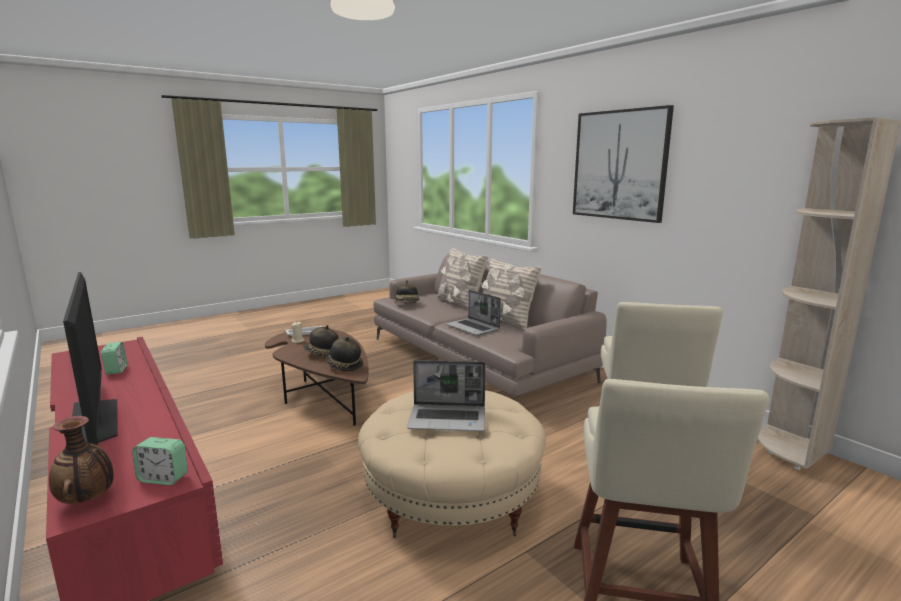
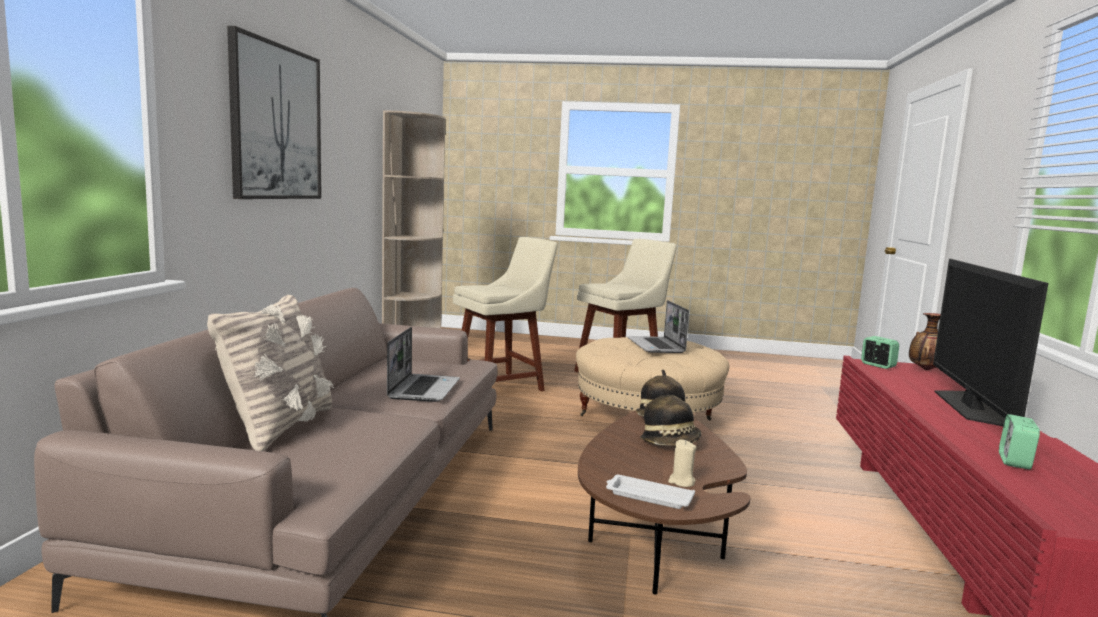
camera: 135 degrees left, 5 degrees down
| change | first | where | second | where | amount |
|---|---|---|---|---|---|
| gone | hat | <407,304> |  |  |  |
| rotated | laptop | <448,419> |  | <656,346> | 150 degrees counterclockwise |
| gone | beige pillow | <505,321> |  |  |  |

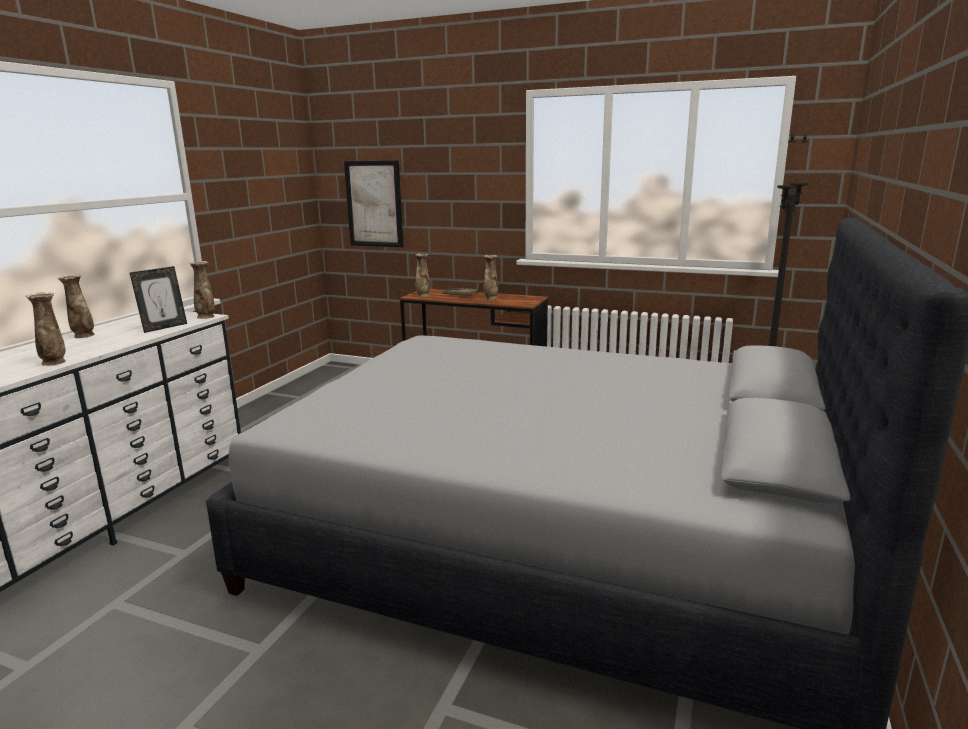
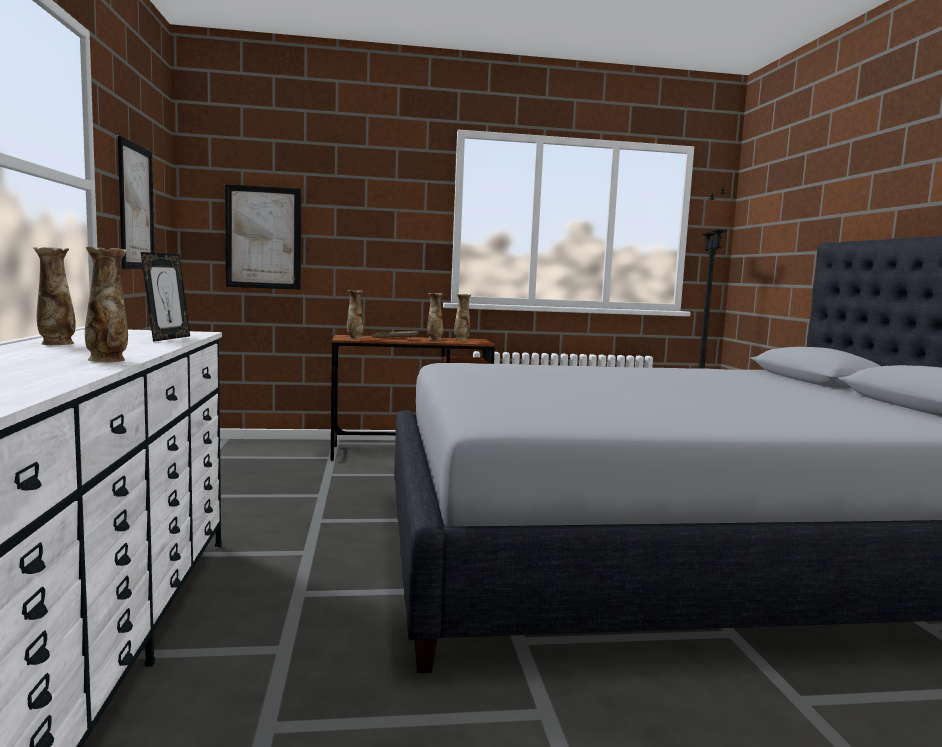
camera: 30 degrees left, 10 degrees down
| change | first | where | second | where | amount |
|---|---|---|---|---|---|
| shifted | vase | <206,317> |  | <461,340> |  |
| new |  |  | picture | <136,207> |  |

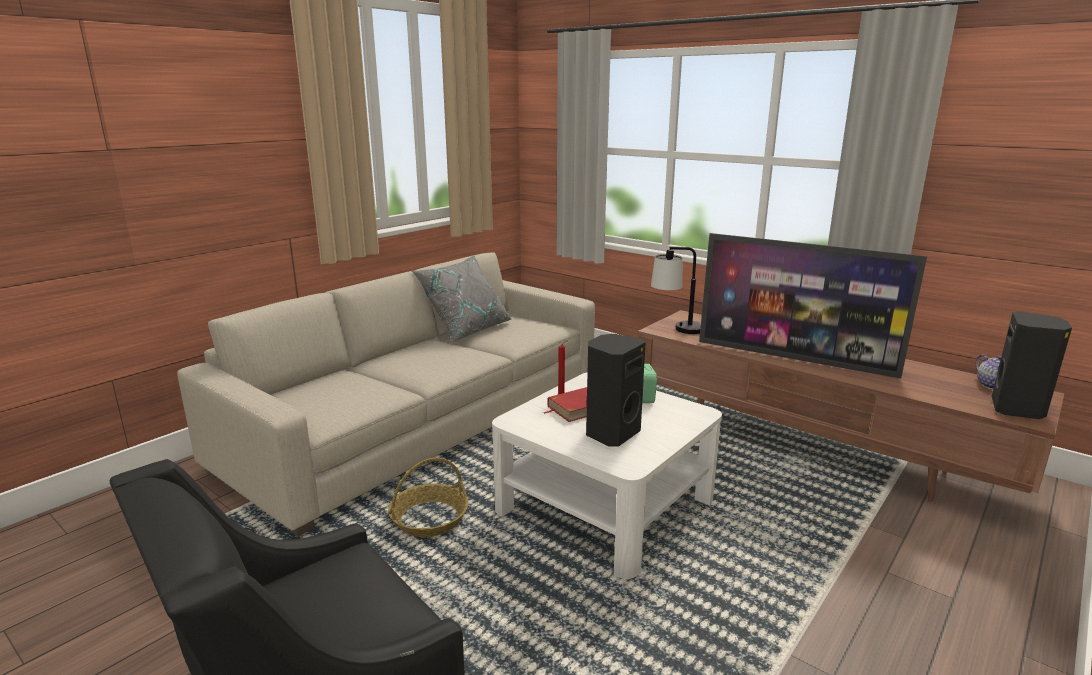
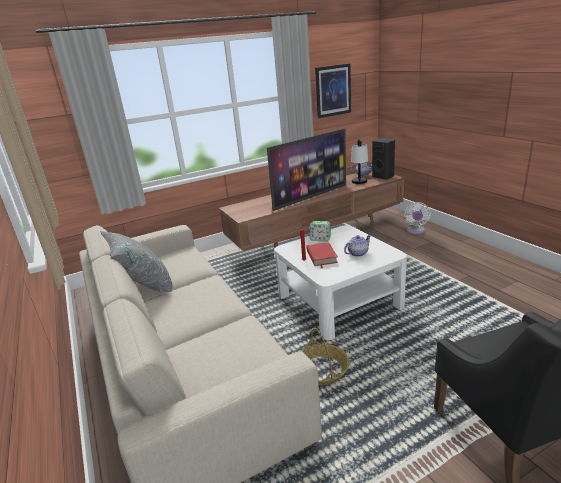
camera: 65 degrees left, 5 degrees up
| change | first | where | second | where | amount |
|---|---|---|---|---|---|
| swapped | black speaker | <611,433> | teapot | <357,253> |  |
| shifted | table lamp | <677,330> |  | <360,184> |  |
| new |  |  | picture | <333,90> |  |
| new |  |  | white fan | <415,231> |  |

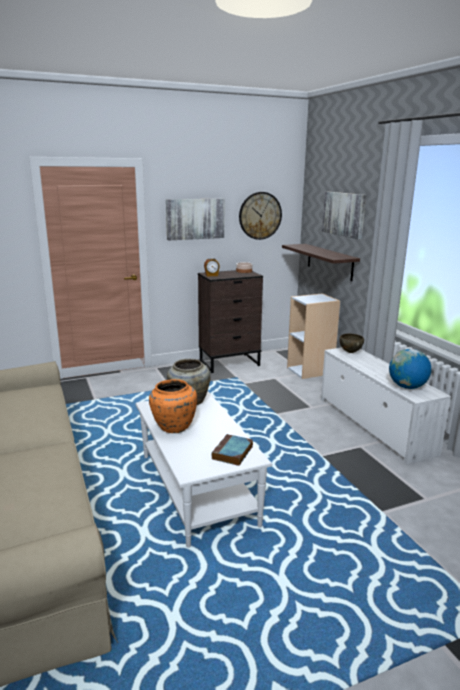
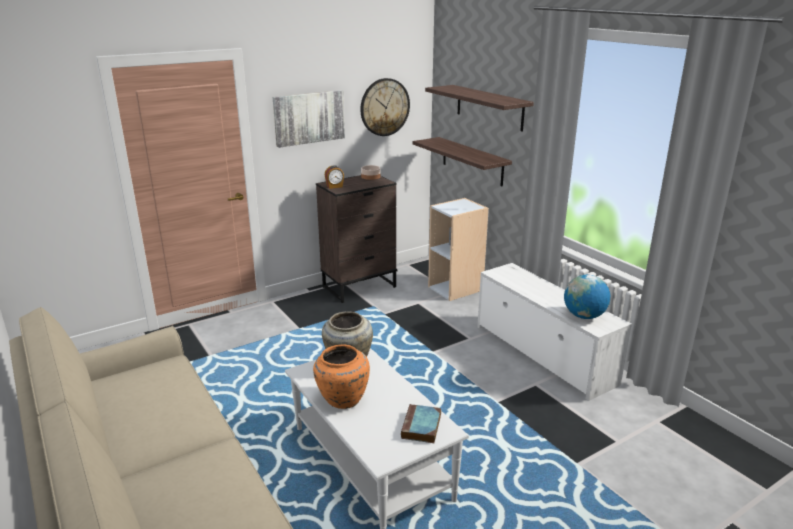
camera: 10 degrees left, 5 degrees up
| change | first | where | second | where | amount |
|---|---|---|---|---|---|
| swapped | picture | <344,214> | shelf | <489,107> |  |
| gone | brown bowl | <350,352> |  |  |  |

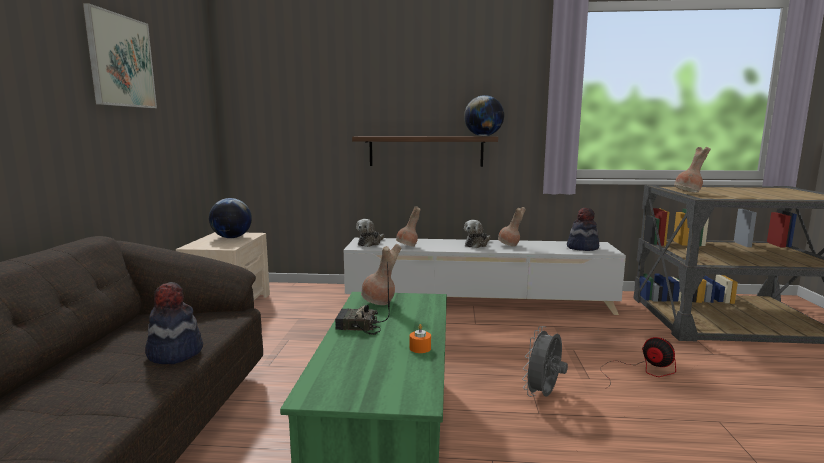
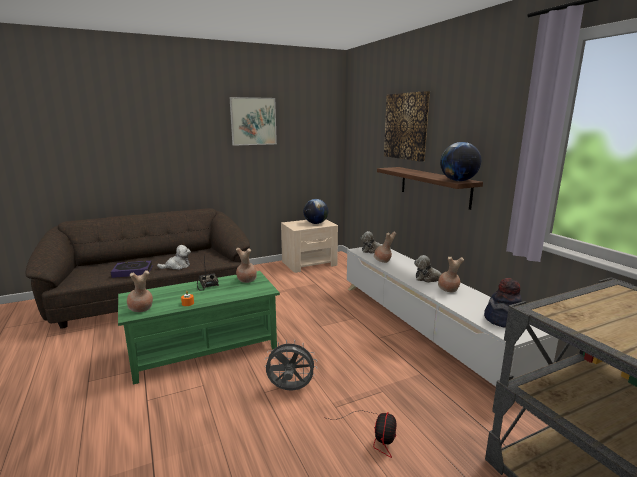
camera: 60 degrees right, 5 degrees up
| change | first | where | second | where | amount |
|---|---|---|---|---|---|
| swapped | hat | <174,353> | plush toy | <177,266> |  |
| shifted | brown vase | <688,192> |  | <141,309> |  |
| new |  |  | book | <133,271> |  |
| new |  |  | picture | <406,126> |  |

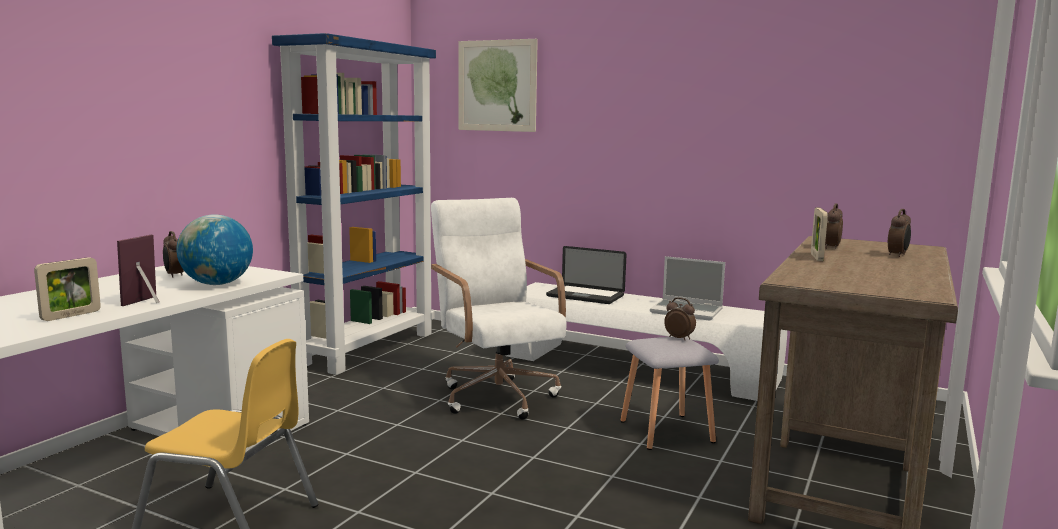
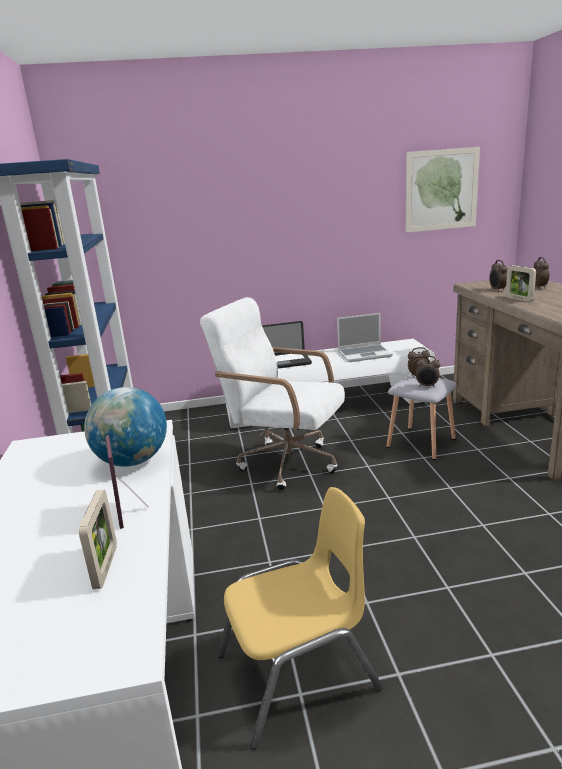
camera: 35 degrees left, 10 degrees up
| change | first | where | second | where | amount |
|---|---|---|---|---|---|
| shifted | alarm clock | <174,275> |  | <427,386> |  |
| shifted | picture | <497,86> |  | <441,190> |  |

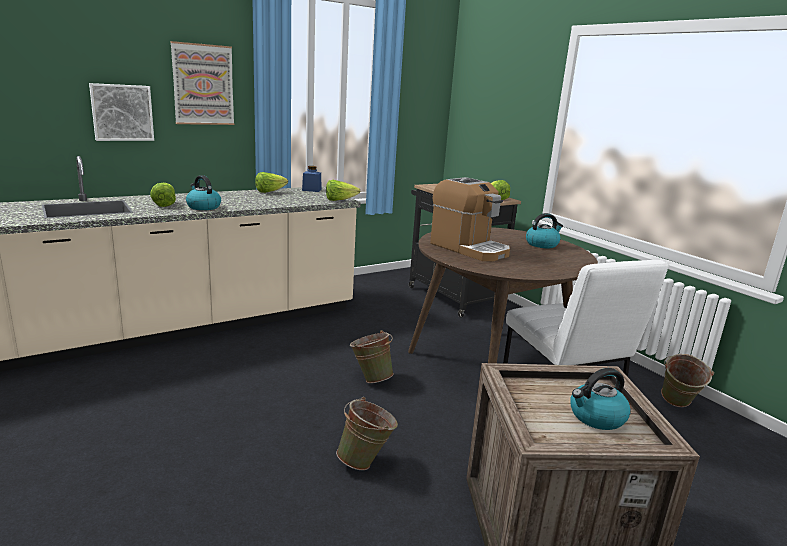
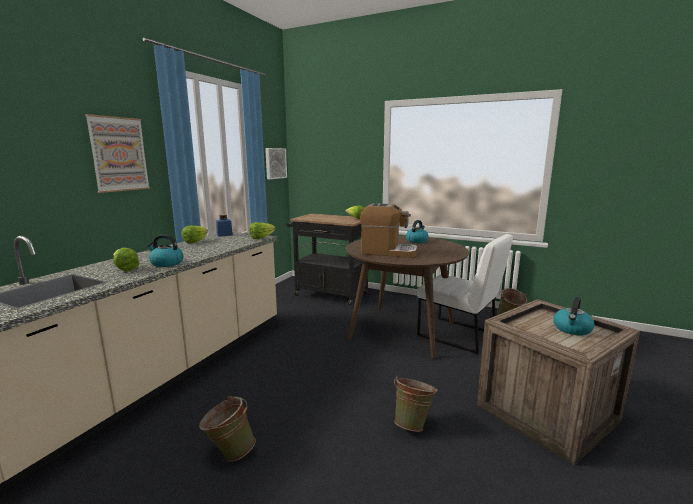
camera: 30 degrees left, 5 degrees down
| change | first | where | second | where | amount |
|---|---|---|---|---|---|
| shifted | picture | <122,112> |  | <275,163> |  |
| shifted | green bucket | <370,378> |  | <229,452> |  |

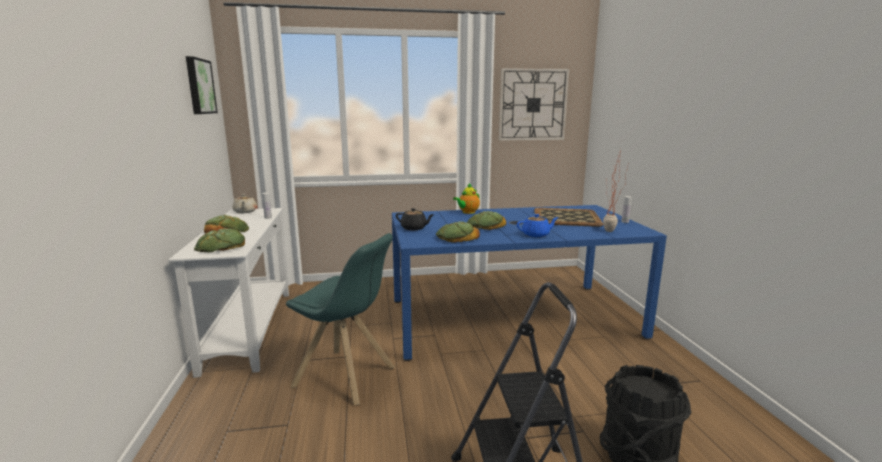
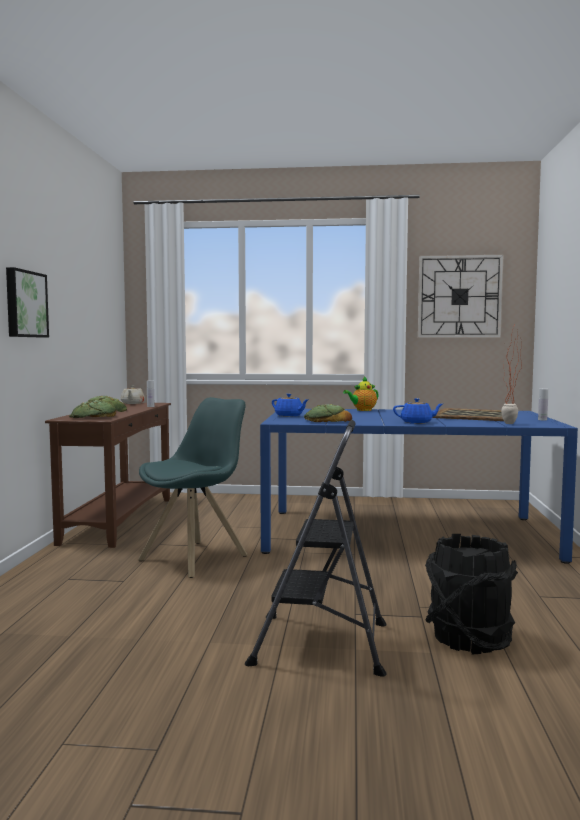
camera: 15 degrees right, 10 degrees down
| change | first | where | second | where | amount |
|---|---|---|---|---|---|
| repainted | white console table | <249,329> | brown console table | <119,520> |  |
| shifted | picture | <199,86> |  | <24,304> |  |
| rotated | turquoise chair | <345,376> |  | <195,558> | 90 degrees counterclockwise |
| repainted | black teapot | <414,228> | blue teapot | <289,416> |  |
| gone | bread | <486,225> |  |  |  |

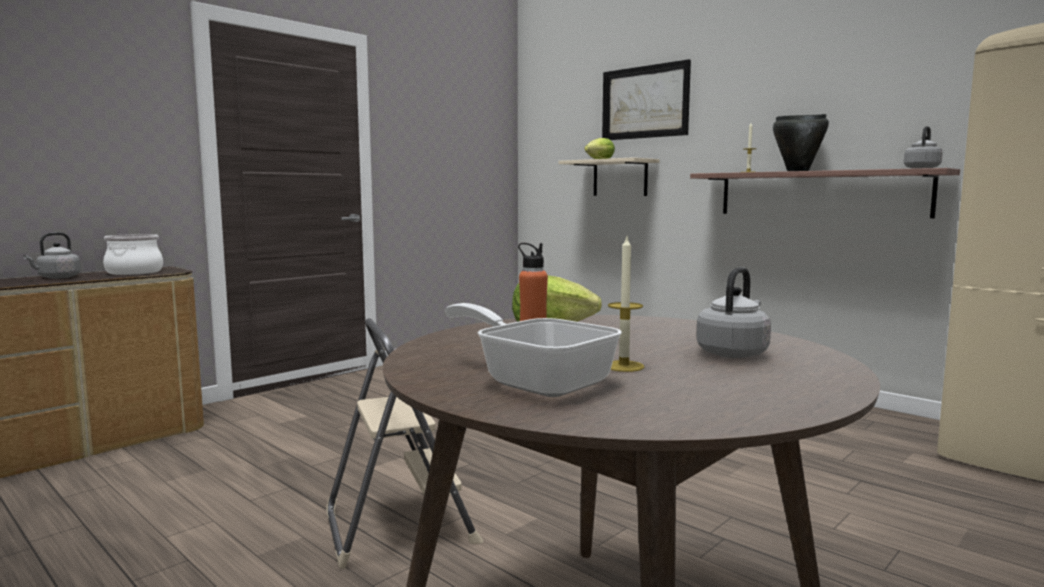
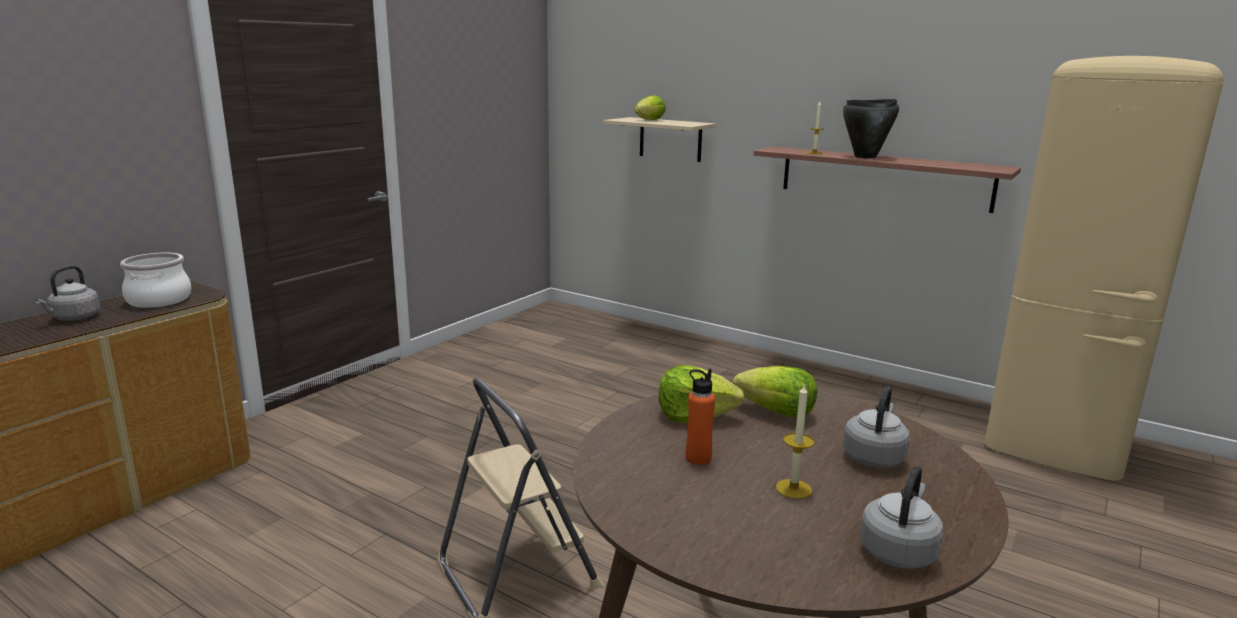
camera: 10 degrees left, 10 degrees up
| change | first | where | second | where | amount |
|---|---|---|---|---|---|
| gone | frying pan | <536,380> |  |  |  |
| gone | picture | <645,102> |  |  |  |
| shifted | grey kettle | <922,168> |  | <899,551> |  |
| new |  |  | lettuce | <777,413> |  |

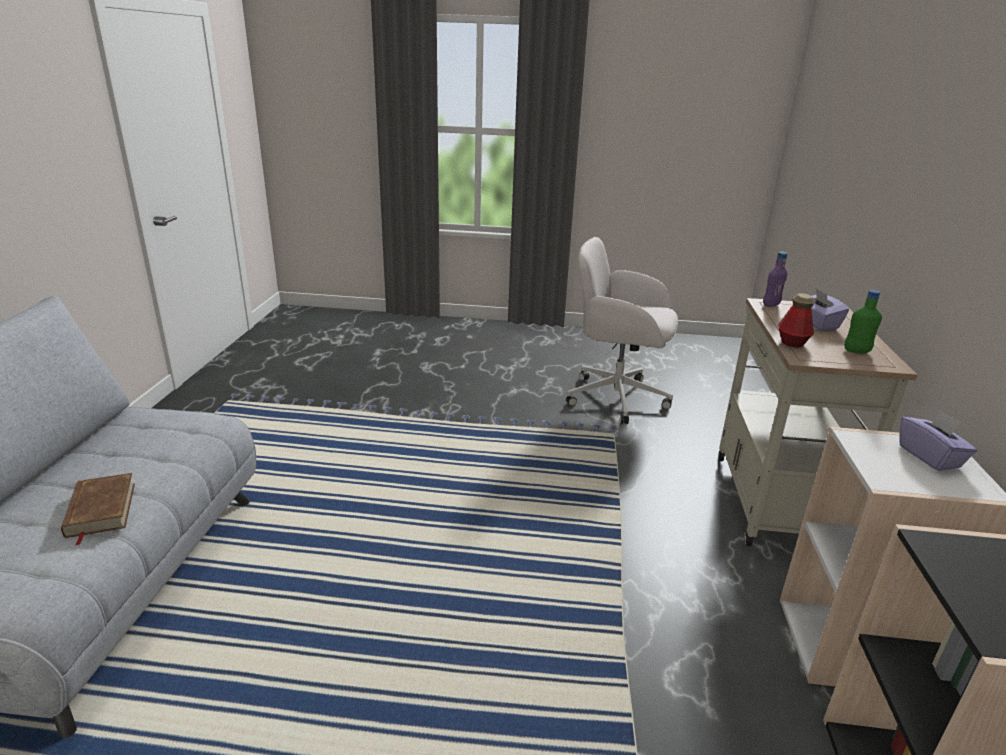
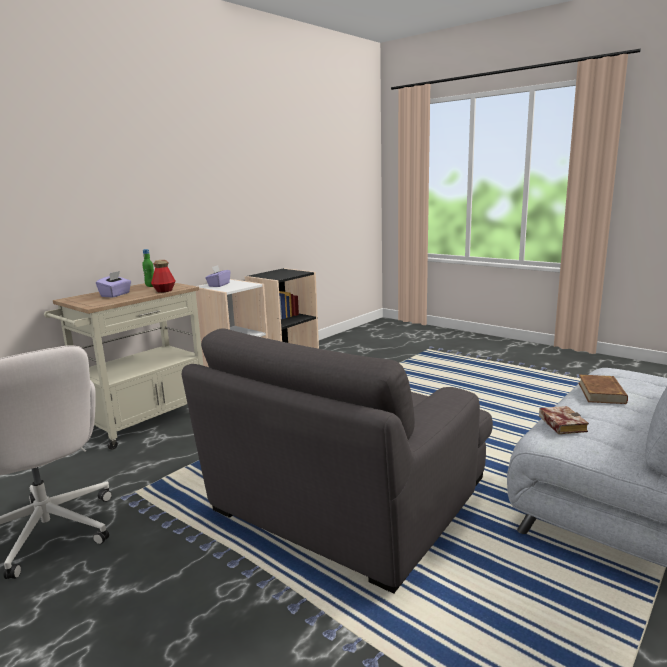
camera: 145 degrees left, 10 degrees down
| change | first | where | second | where | amount |
|---|---|---|---|---|---|
| gone | purple bottle | <771,305> |  |  |  |
| new |  |  | grey armchair | <349,498> |  |
| new |  |  | book | <560,424> |  |

